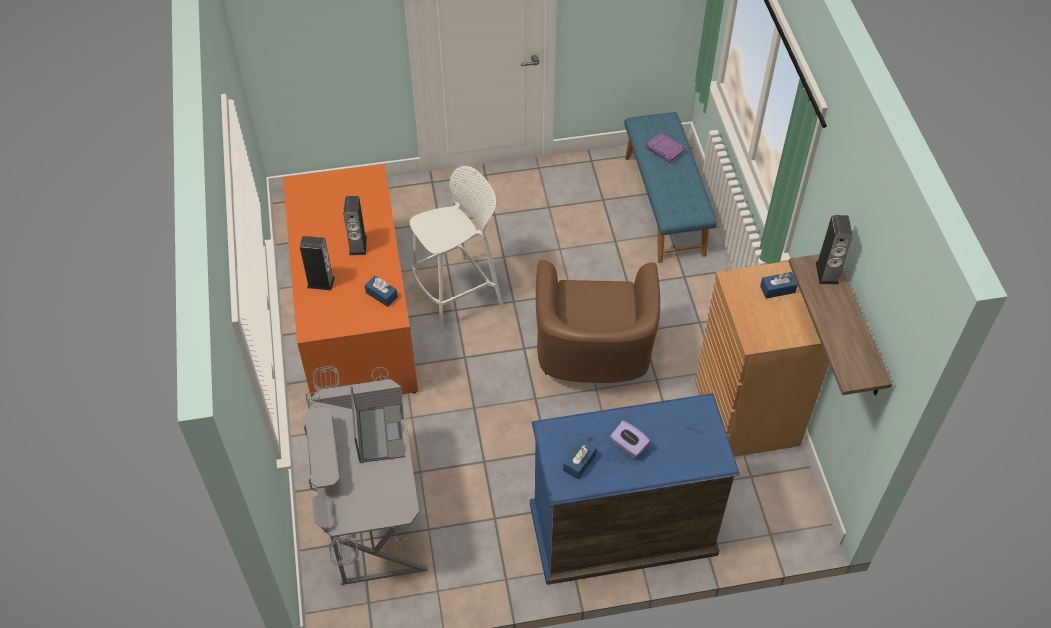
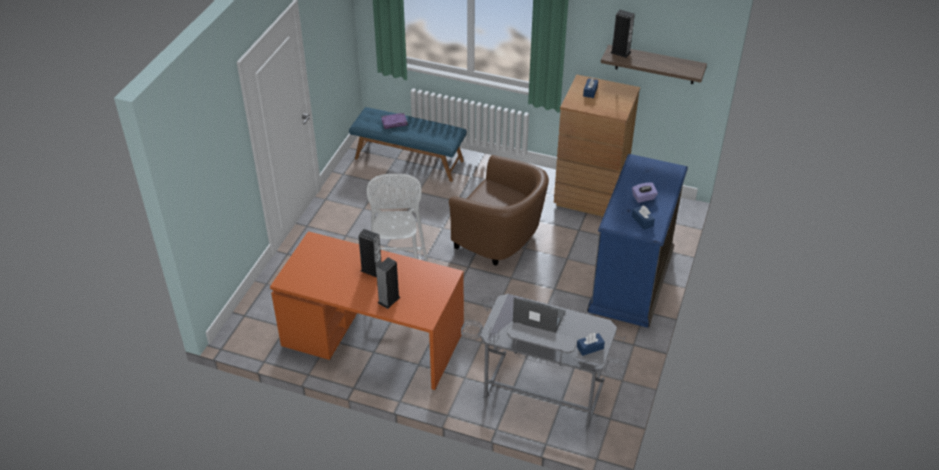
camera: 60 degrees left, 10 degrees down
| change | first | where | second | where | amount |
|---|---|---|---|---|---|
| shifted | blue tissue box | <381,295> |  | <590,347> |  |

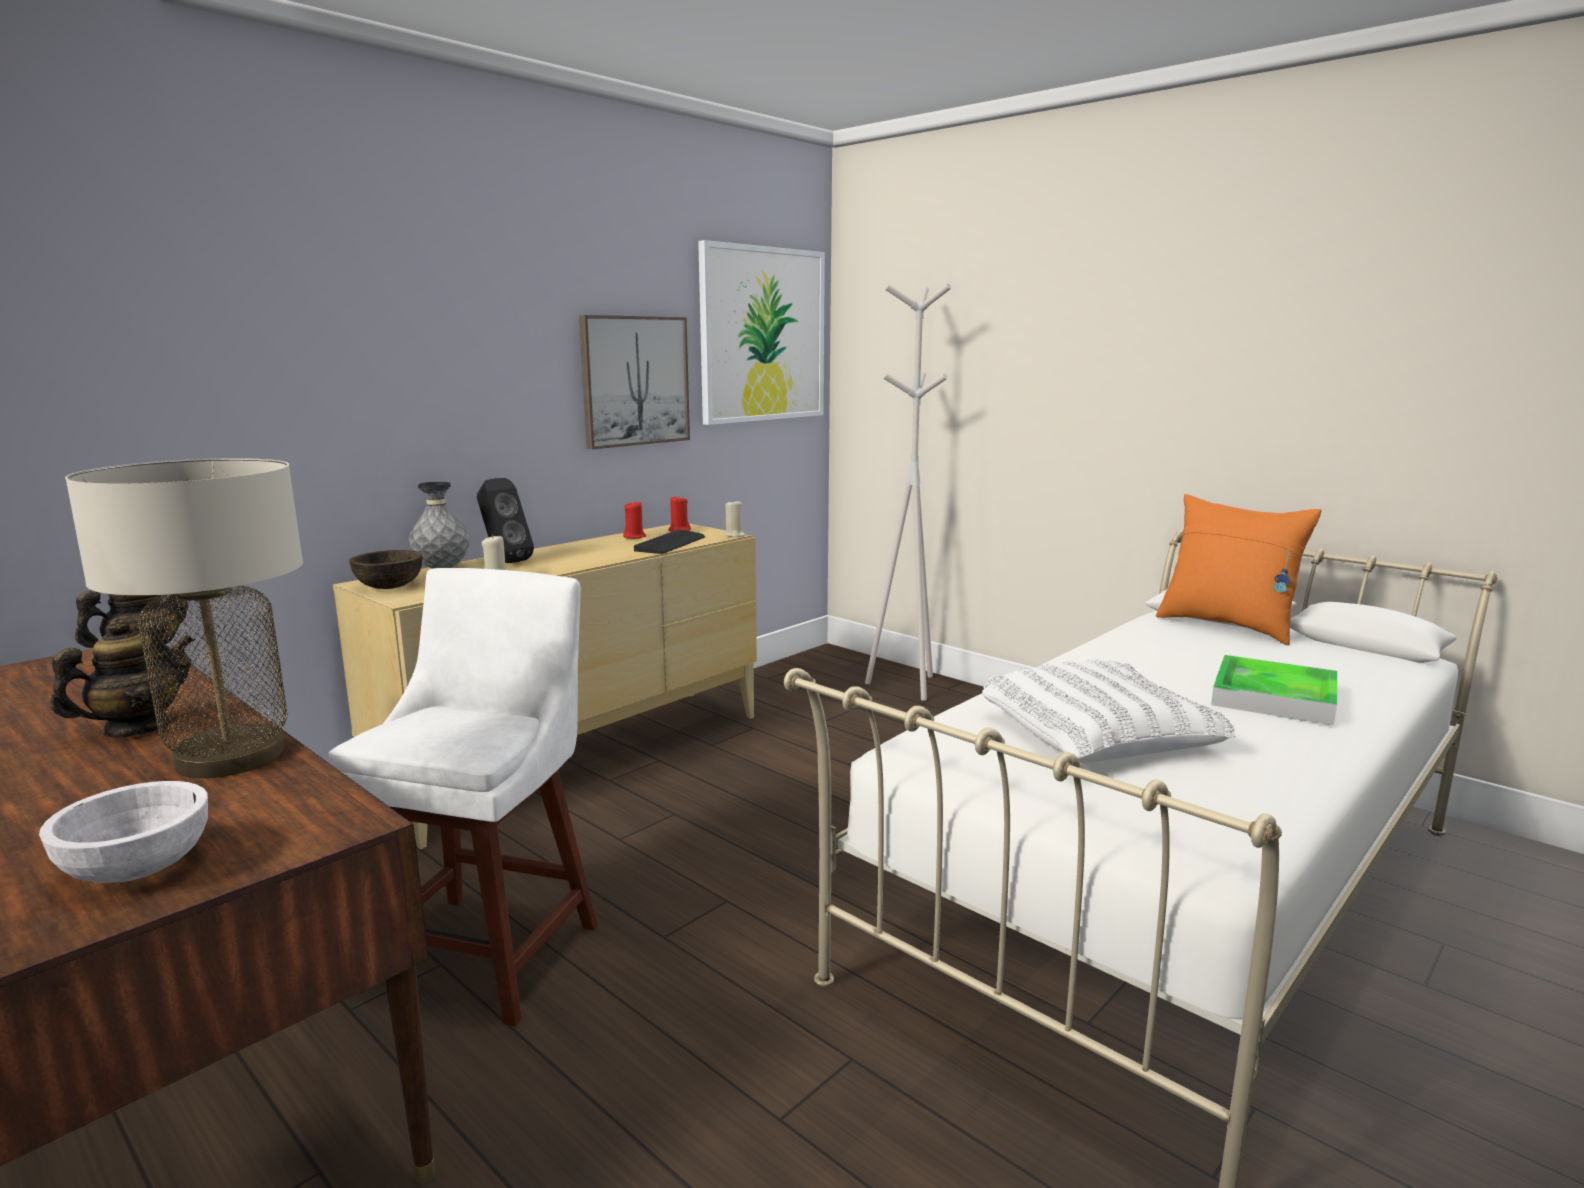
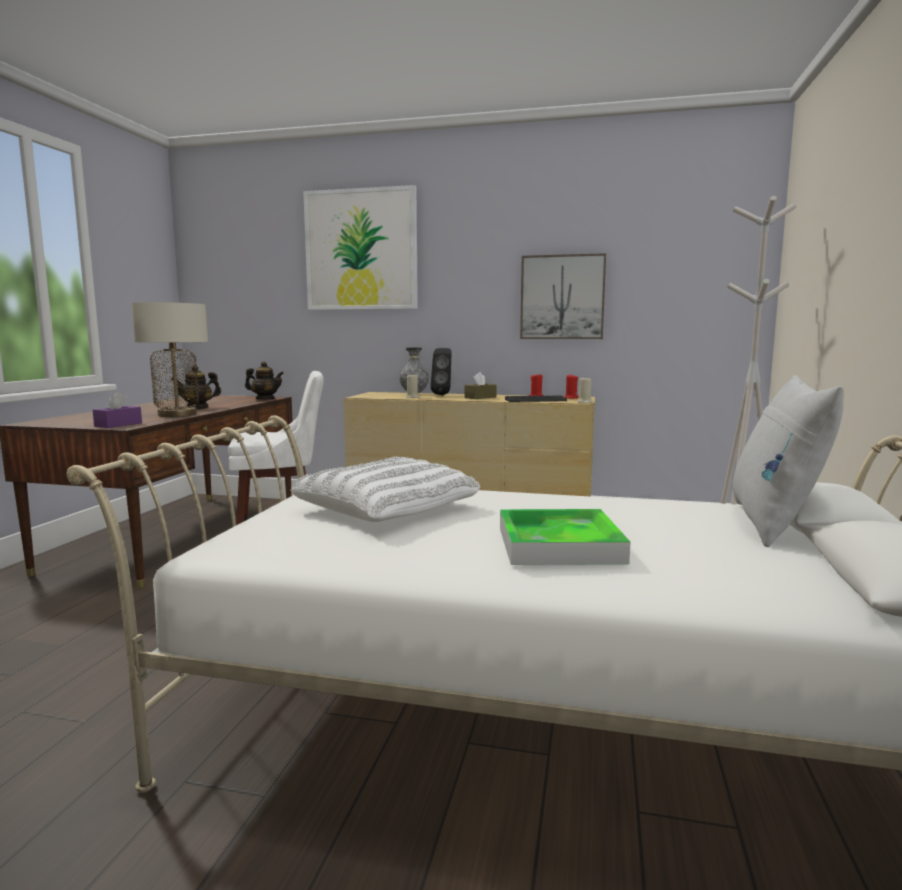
camera: 60 degrees right, 5 degrees down
| change | first | where | second | where | amount |
|---|---|---|---|---|---|
| gone | white bowl | <137,869> |  |  |  |
| rotated | teapot | <137,729> |  | <197,408> | 135 degrees clockwise |
| gone | brown bowl | <390,587> |  |  |  |
| shifted | picture | <763,335> |  | <361,250> |  |
| repainted | orange pillow | <1226,627> | grey pillow | <774,525> |  |
| new |  |  | purple tissue box | <118,424> |  |
| new |  |  | brown tissue box | <480,397> |  |

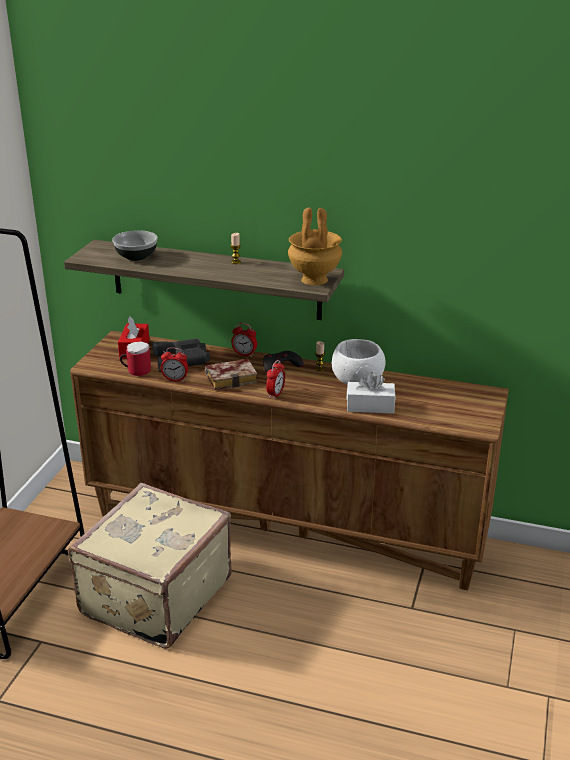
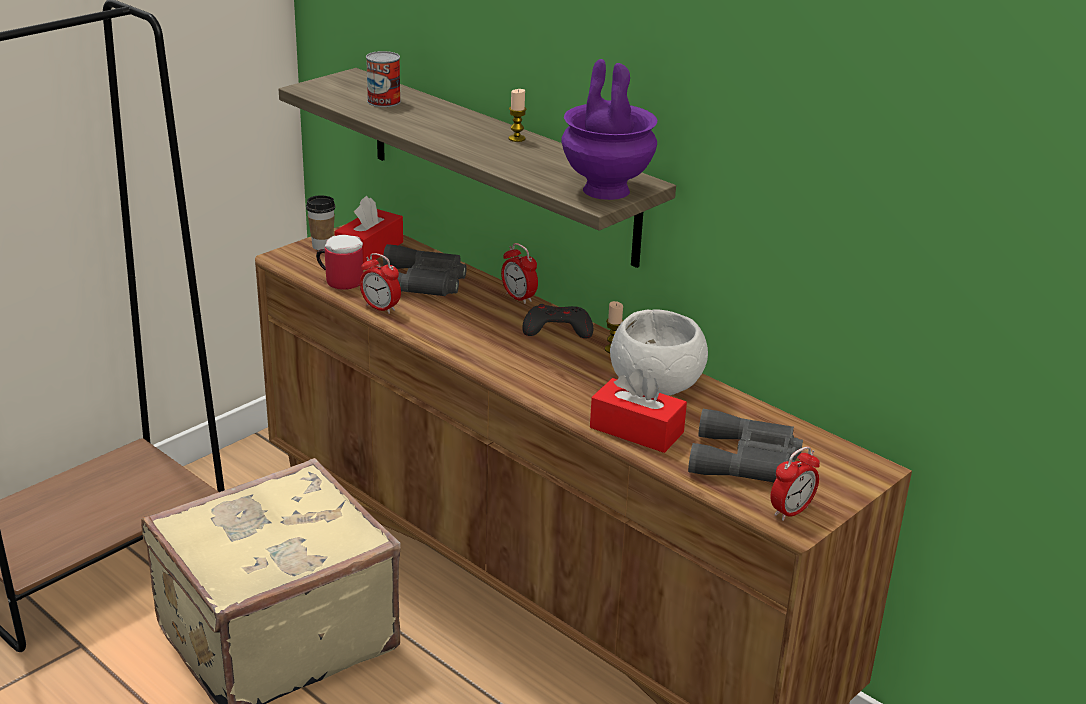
camera: 25 degrees right, 0 degrees up
| change | first | where | second | where | amount |
|---|---|---|---|---|---|
| swapped | bowl | <136,256> | can | <384,101> |  |
| gone | book | <232,378> |  |  |  |
| shifted | alarm clock | <275,394> |  | <791,511> |  |
| repainted | brown vase | <313,280> | purple vase | <604,190> |  |
| repainted | white tissue box | <370,406> | red tissue box | <636,430> |  |
| new |  |  | cup | <322,246> |  |
| new |  |  | grey binoculars | <748,461> |  |

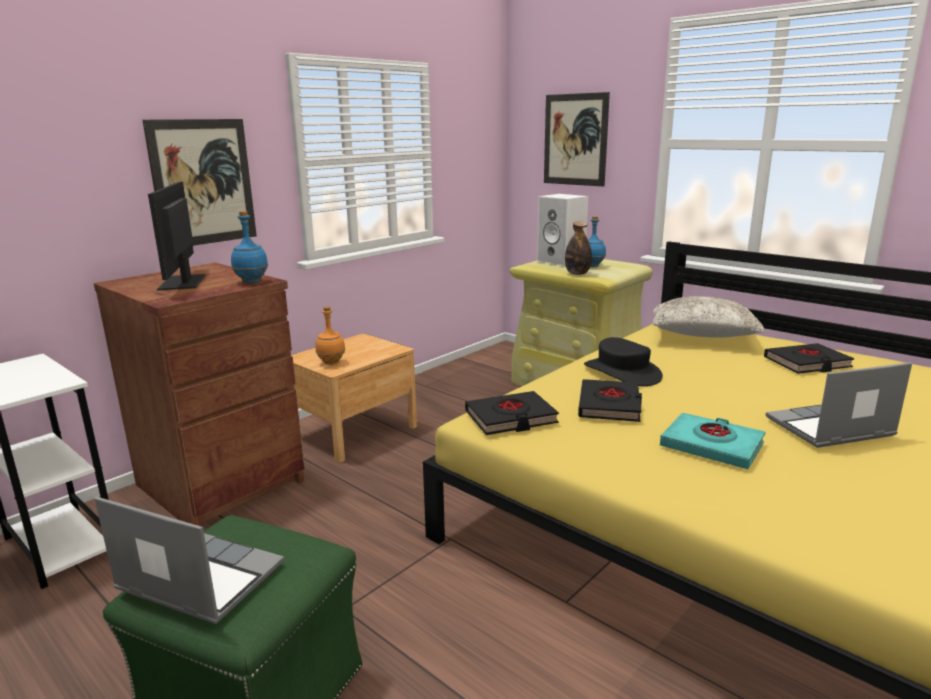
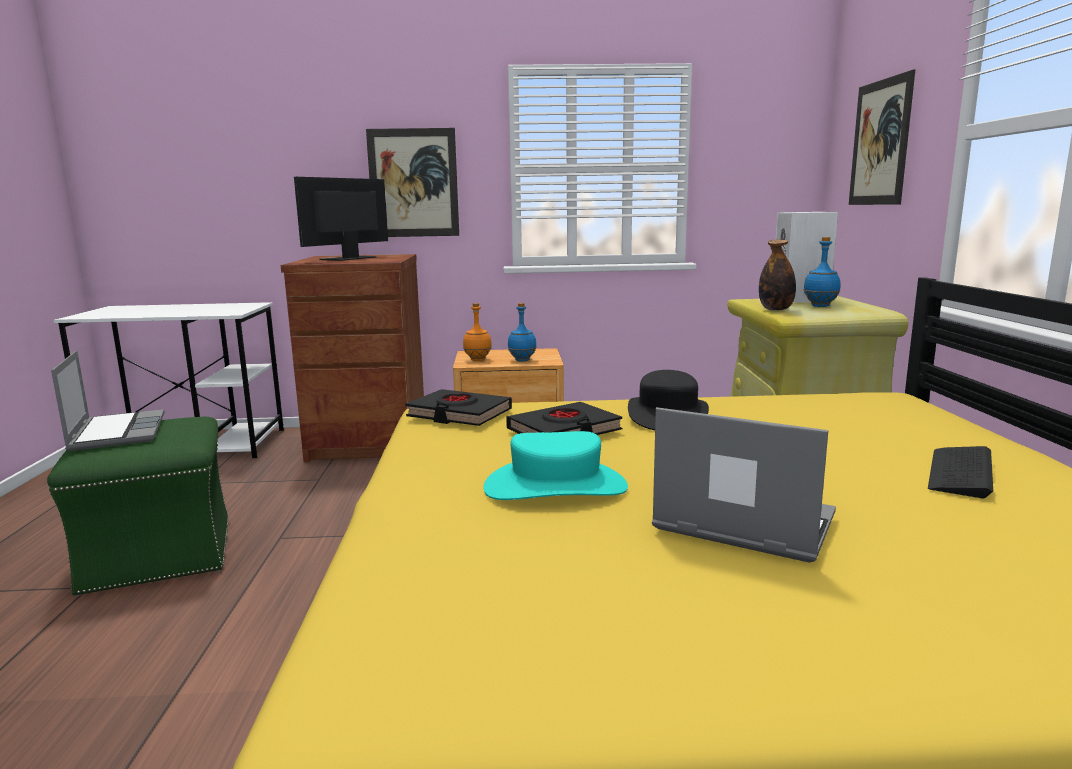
camera: 45 degrees right, 5 degrees down
| change | first | where | second | where | amount |
|---|---|---|---|---|---|
| shifted | blue bottle | <251,282> |  | <521,360> |  |
| gone | beige pillow | <702,335> |  |  |  |
| swapped | turquoise book | <712,446> | turquoise hat | <555,486> |  |
| swapped | black book | <807,363> | keyboard | <960,472> |  |

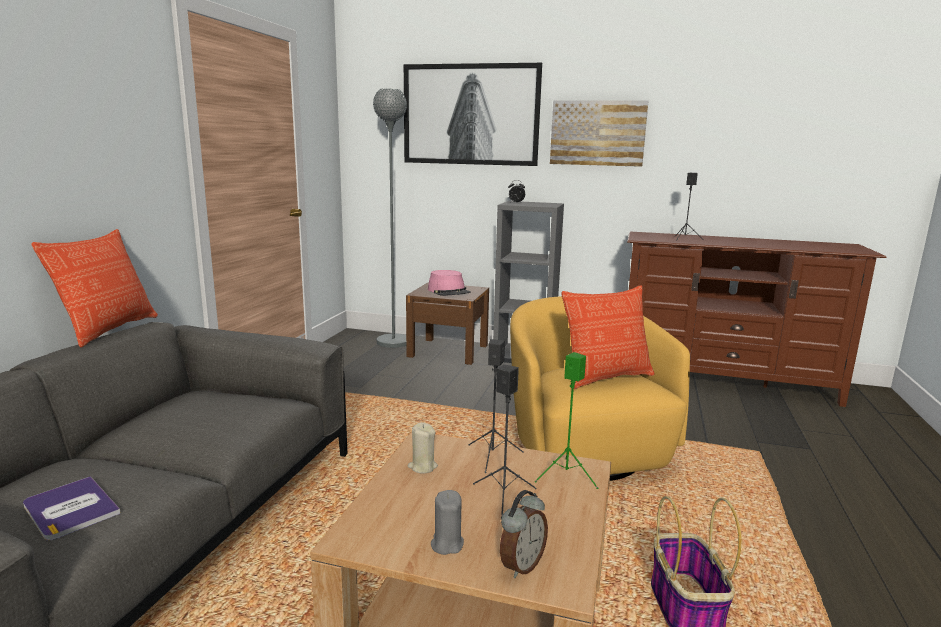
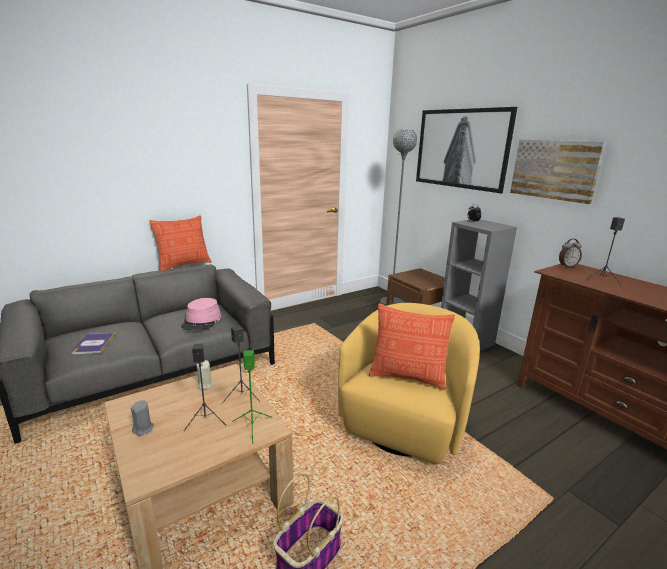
camera: 40 degrees right, 5 degrees up
| change | first | where | second | where | amount |
|---|---|---|---|---|---|
| shifted | pink hat | <449,291> |  | <202,321> |  |
| shifted | alarm clock | <521,565> |  | <567,266> |  |

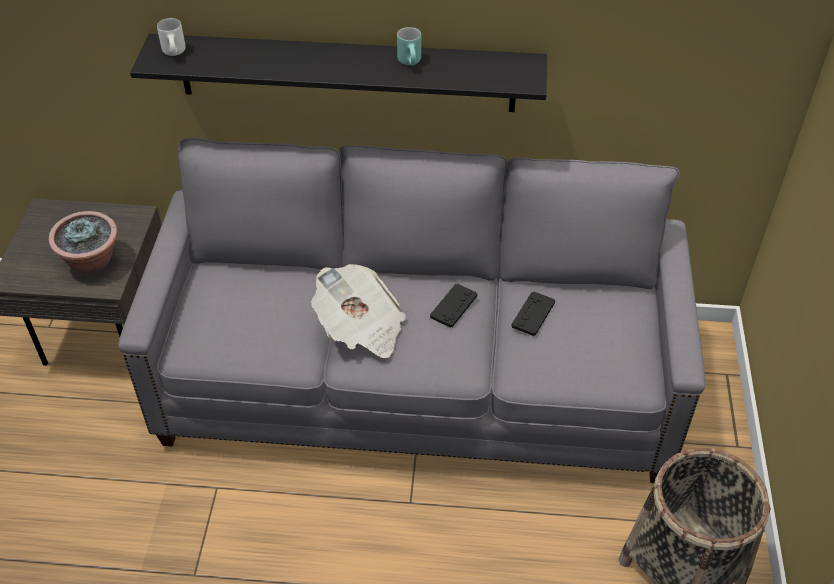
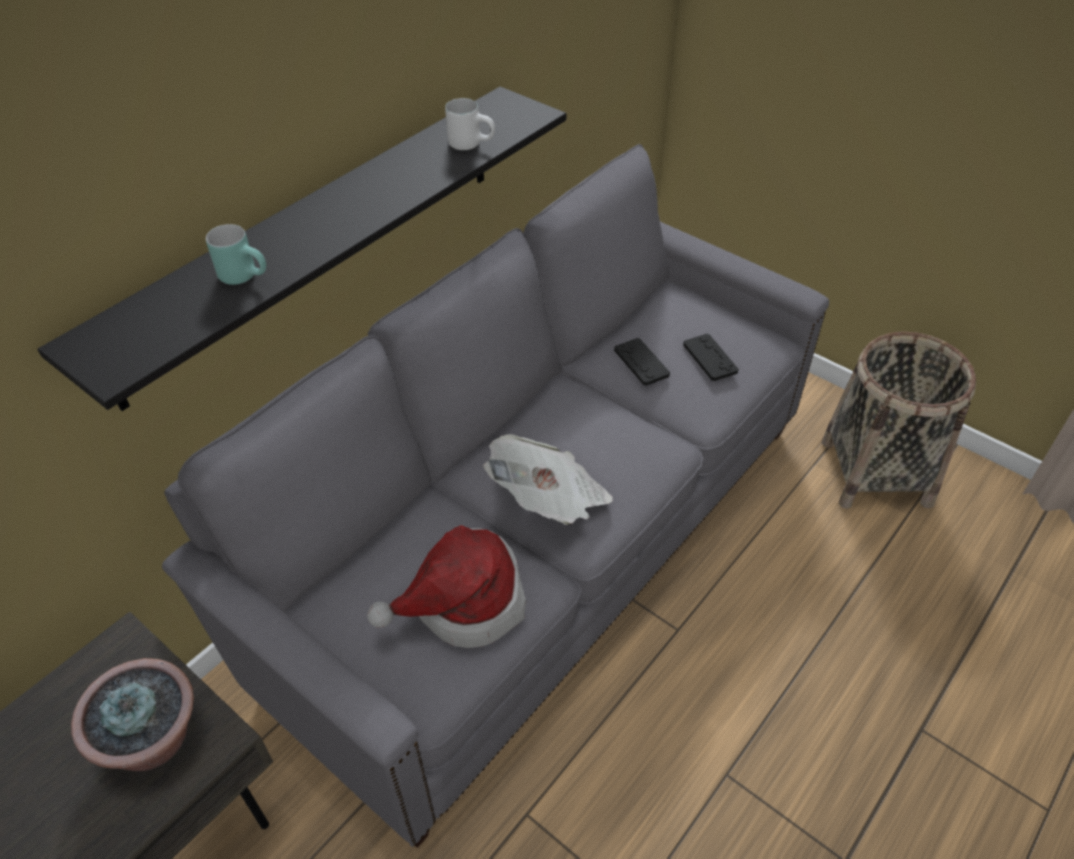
camera: 55 degrees left, 0 degrees up
| change | first | where | second | where | amount |
|---|---|---|---|---|---|
| shifted | white mug | <176,53> |  | <472,144> |  |
| shifted | turquoise mug | <412,63> |  | <246,276> |  |
| shifted | black game controller | <453,306> |  | <710,358> |  |
| new |  |  | hat | <463,603> |  |

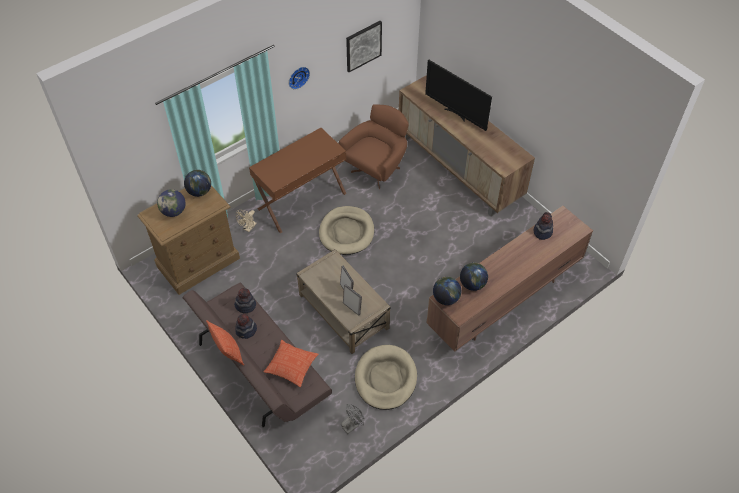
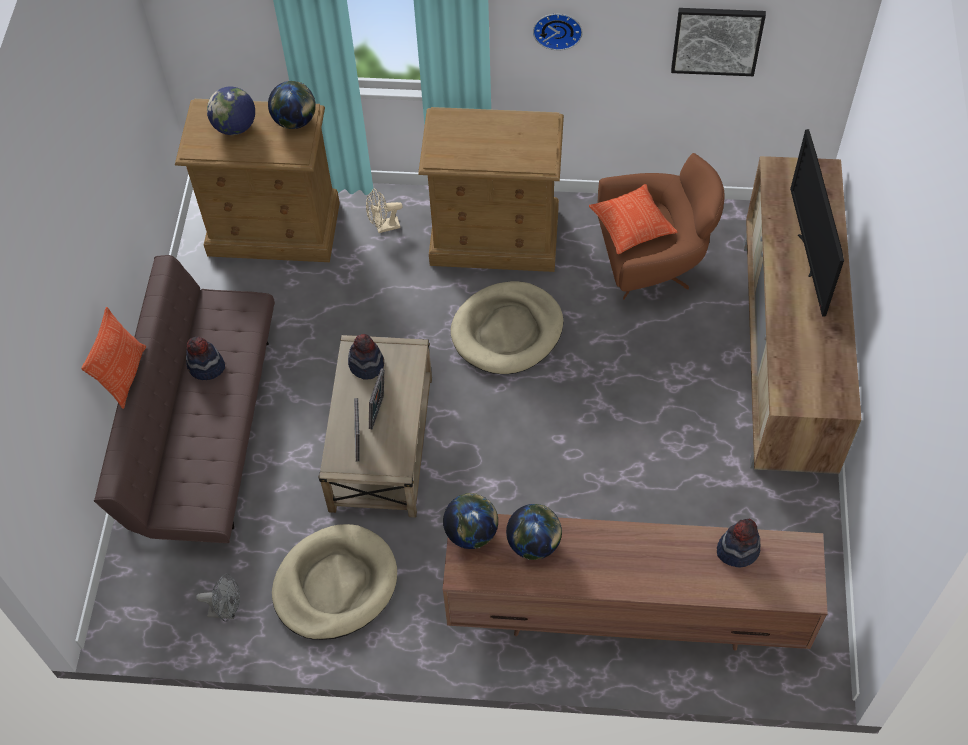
camera: 45 degrees right, 5 degrees up
| change | first | where | second | where | amount |
|---|---|---|---|---|---|
| shifted | hat | <245,305> |  | <366,364> |  |
| swapped | brown console table | <301,200> | brown dresser | <495,238> |  |
| shifted | orange pillow | <291,366> |  | <631,226> |  |

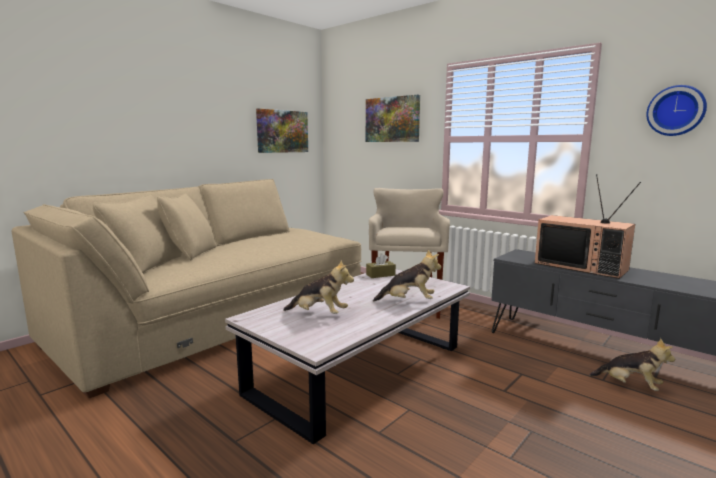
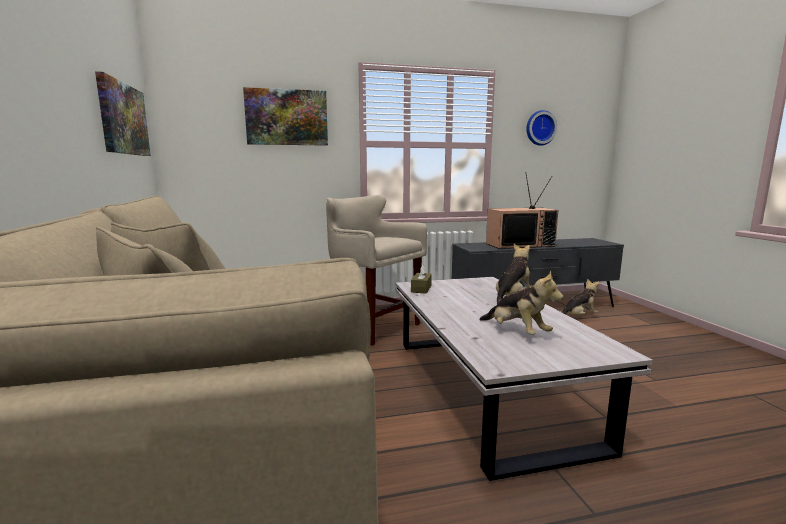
camera: 55 degrees left, 0 degrees up
| change | first | where | second | where | amount |
|---|---|---|---|---|---|
| rotated | plush toy | <319,314> |  | <517,332> | 90 degrees clockwise |

